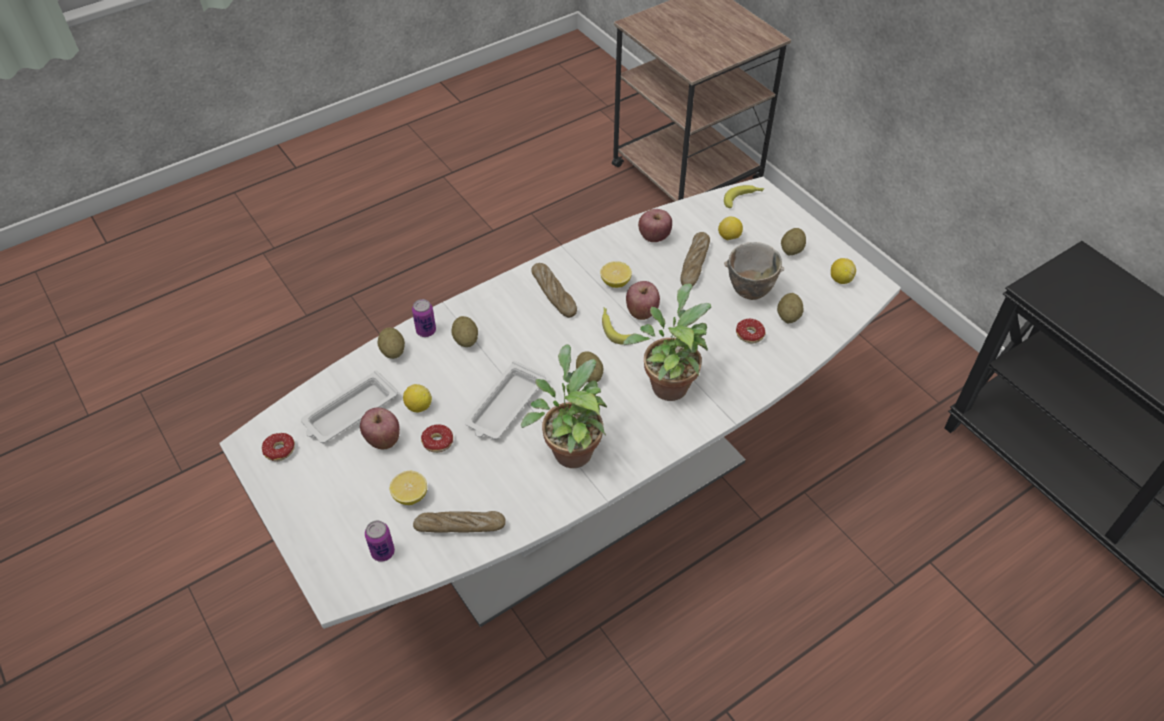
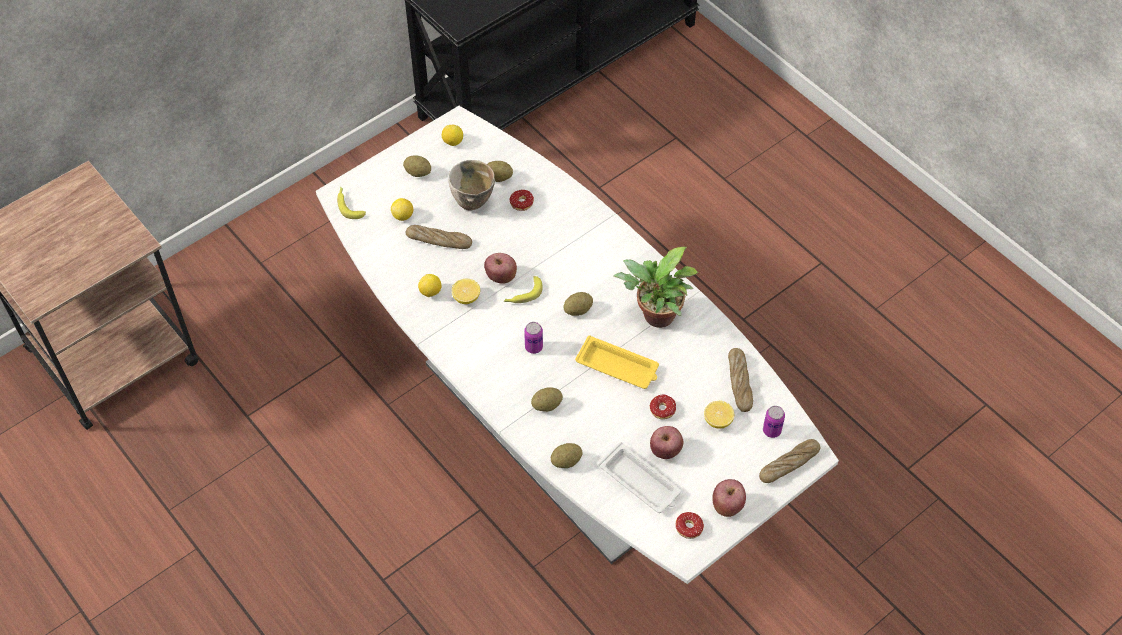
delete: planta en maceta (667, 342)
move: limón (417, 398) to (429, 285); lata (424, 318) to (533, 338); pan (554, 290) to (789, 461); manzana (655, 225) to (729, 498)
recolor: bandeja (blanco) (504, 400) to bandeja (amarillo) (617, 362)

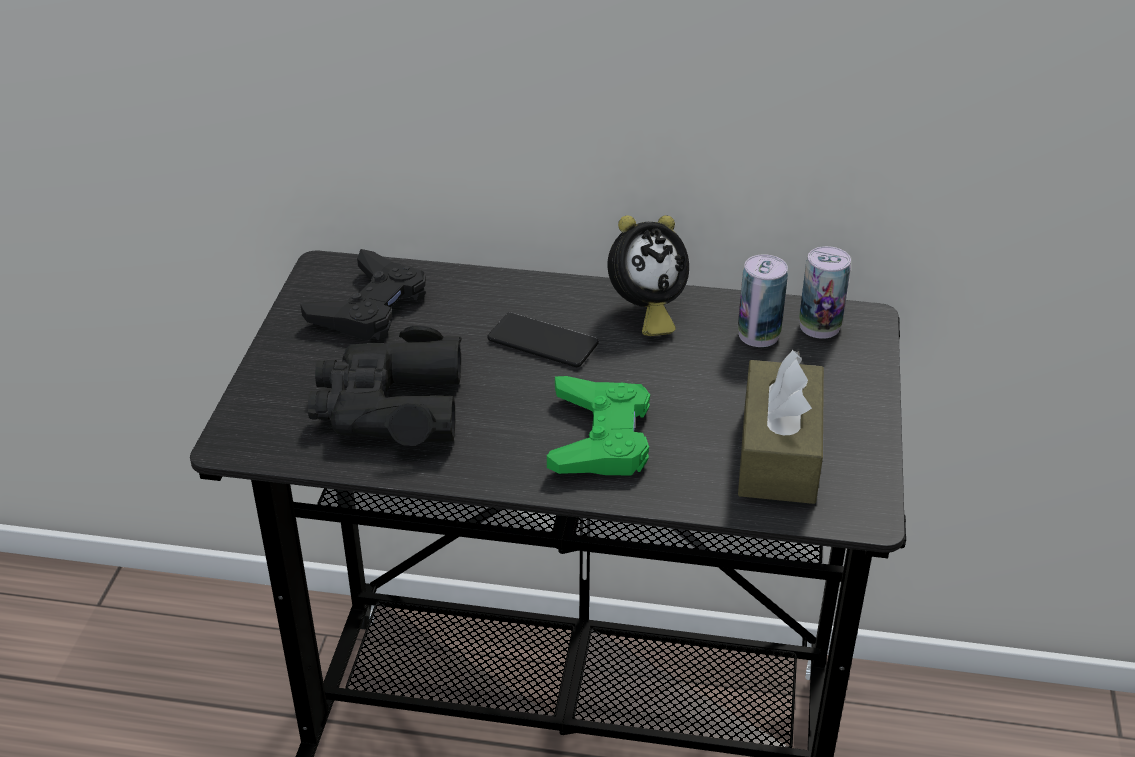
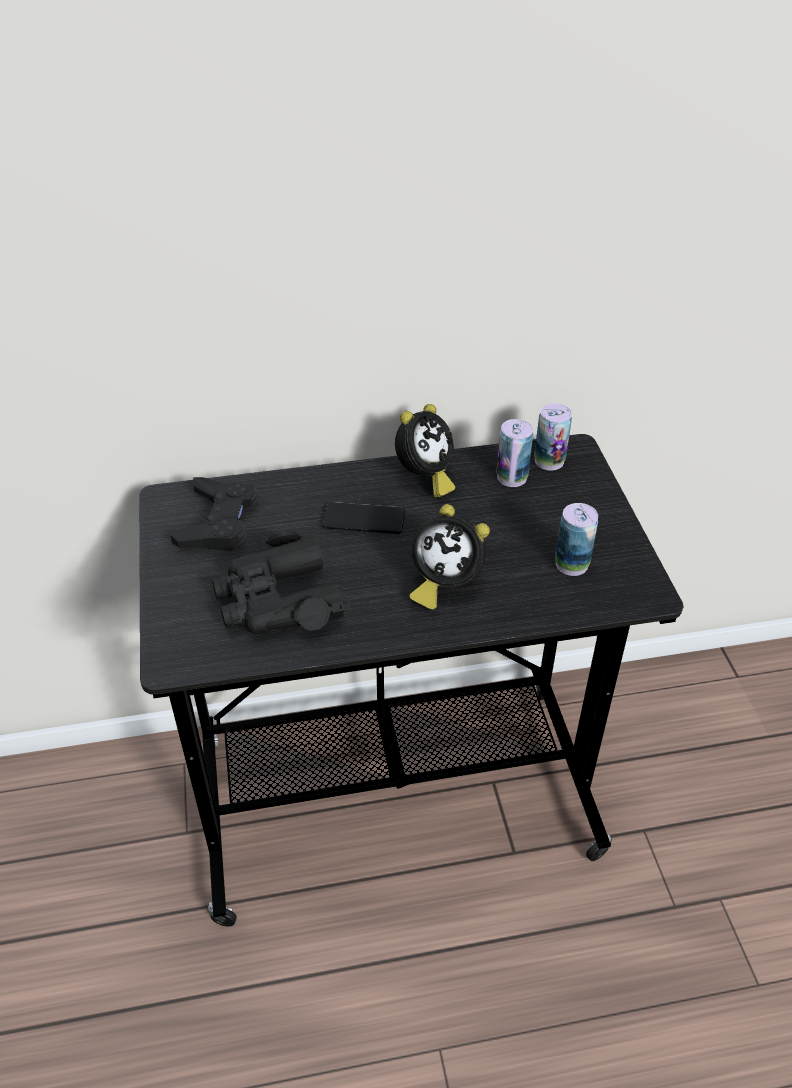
replace: mando de consola (verde) (598, 425) to despertador (449, 557); caja de pañuelos (marrón) (781, 427) to lata (576, 539)

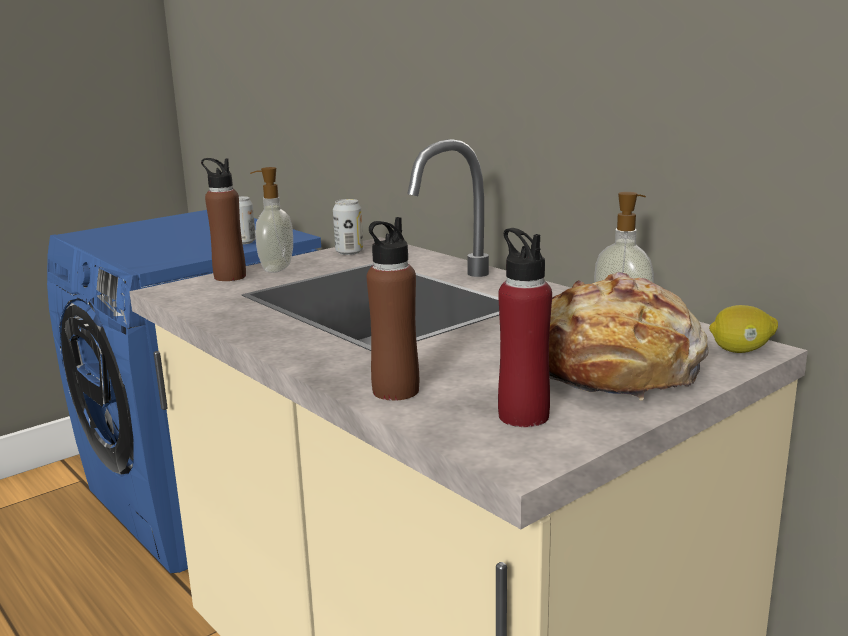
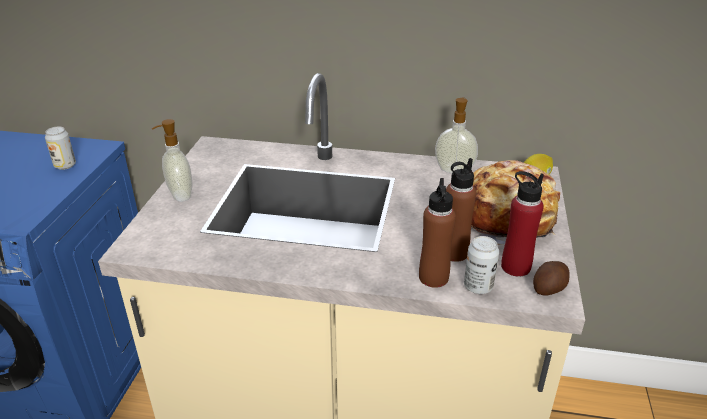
insert: patata (551, 278)
move: botella (marrón) (223, 219) to (461, 210); lata (348, 227) to (481, 265)

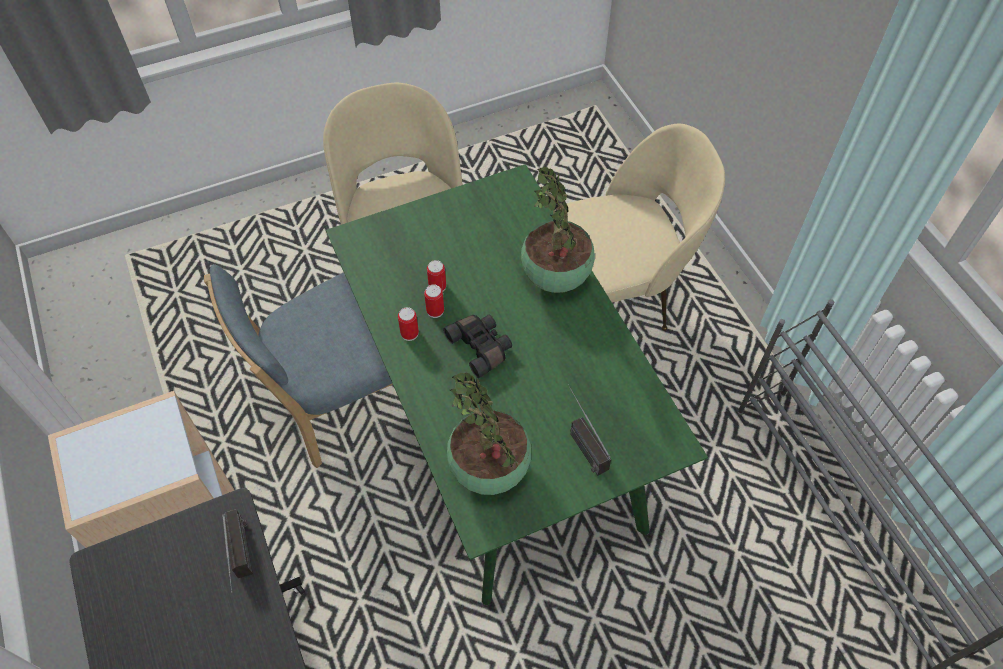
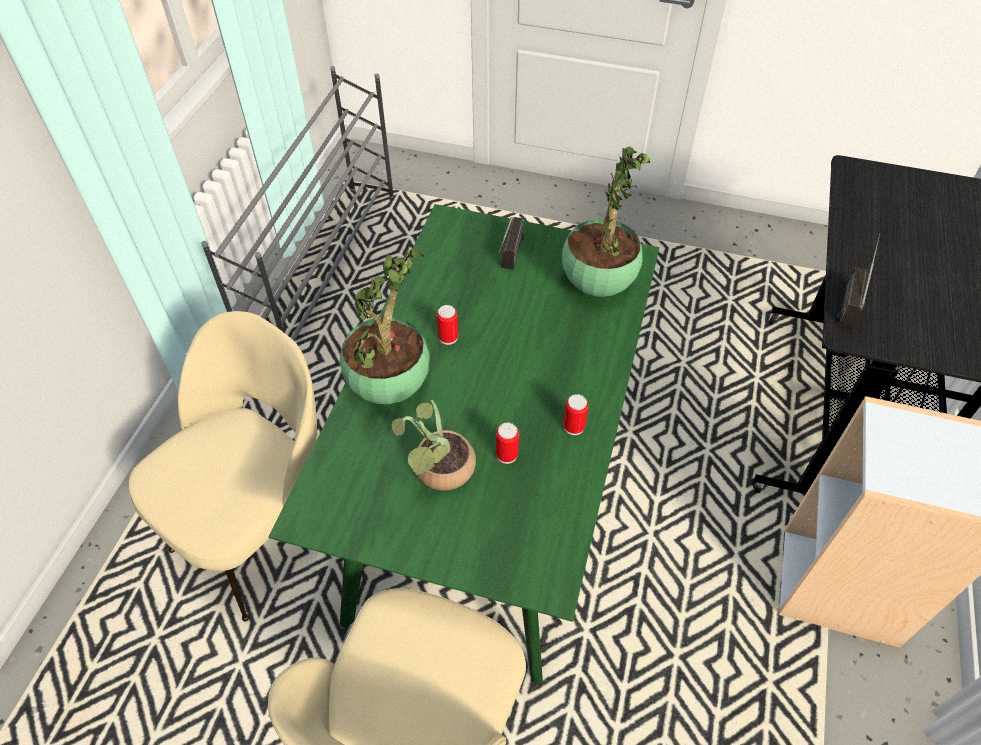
delete: silla (azul) (298, 366); prismáticos (negro) (477, 346)
insert: planta en maceta (433, 445)
move: lata (434, 301) to (447, 325)
rotate: silla (beis) (643, 227) = (223, 466) 105 degrees clockwise

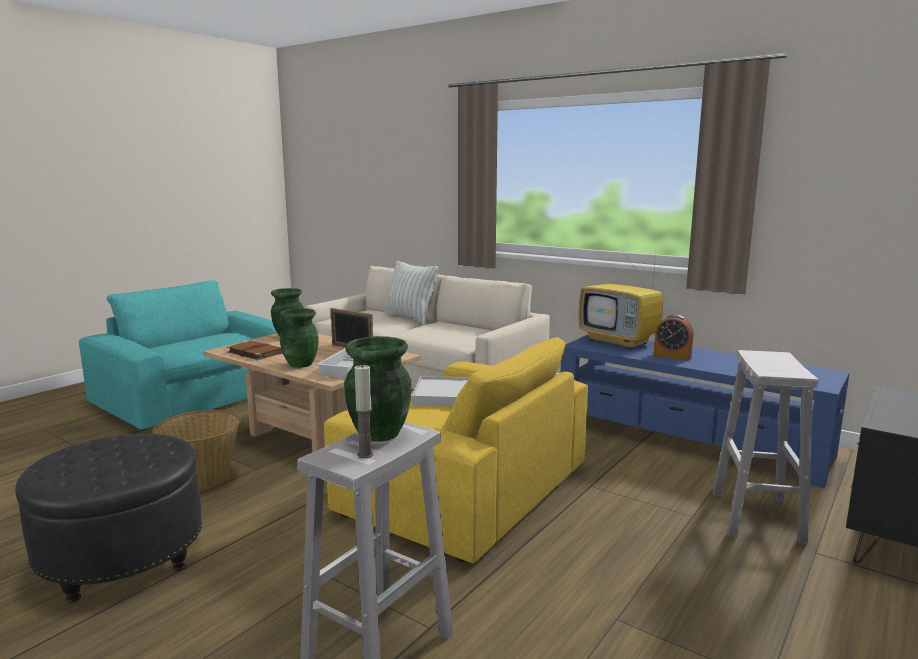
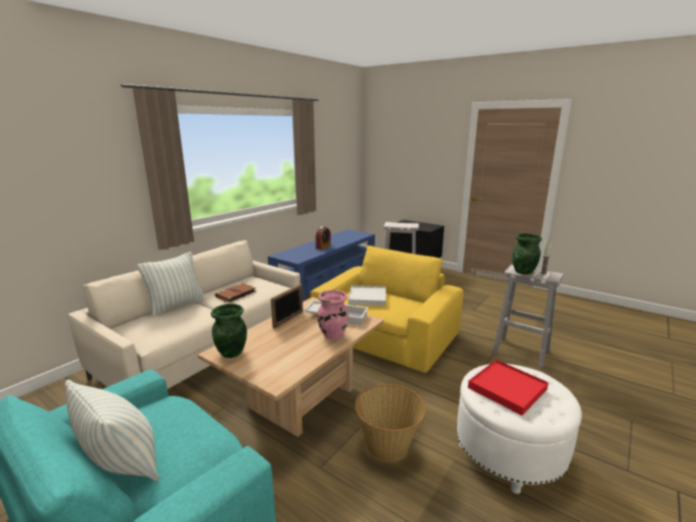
delete: televisor (621, 300)
insert: cojín (112, 430); bandeja (rojo) (508, 387)
move: libro (marrón) (255, 351) to (236, 293)
recolor: puf (negro) (108, 518) to puf (blanco) (519, 429); florero (verde) (299, 338) to florero (rosa) (333, 315)

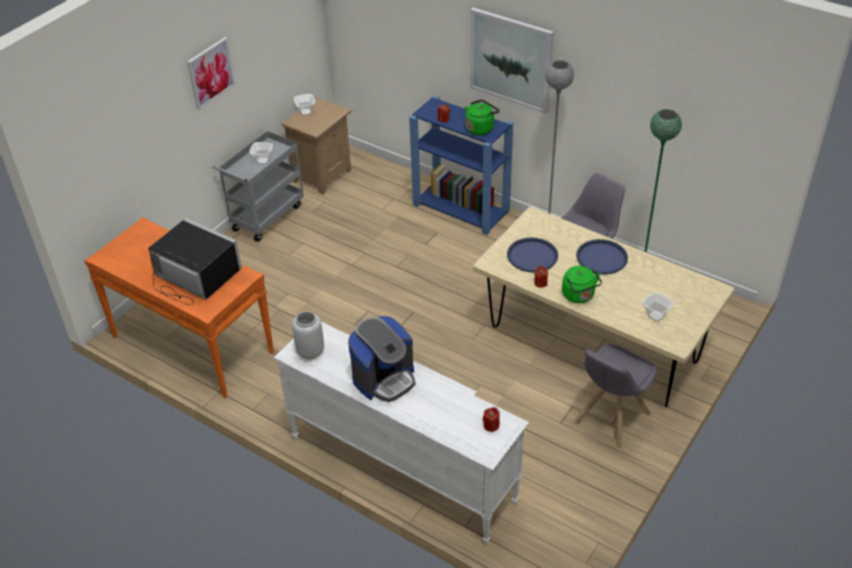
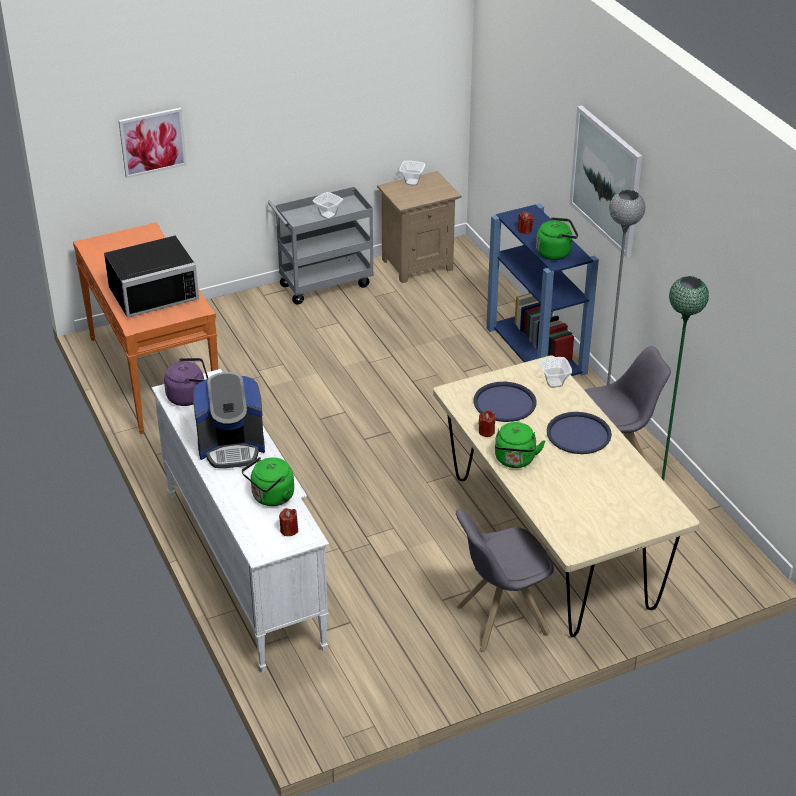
insert: hervidor (verde) (268, 481)
move: cuadro (211, 73) to (152, 143); cuenco (658, 307) to (556, 372)
replace: florero (gris) (308, 335) to hervidor (morado) (186, 382)
rotate: microondas (negro) (195, 261) = (151, 276) 90 degrees clockwise

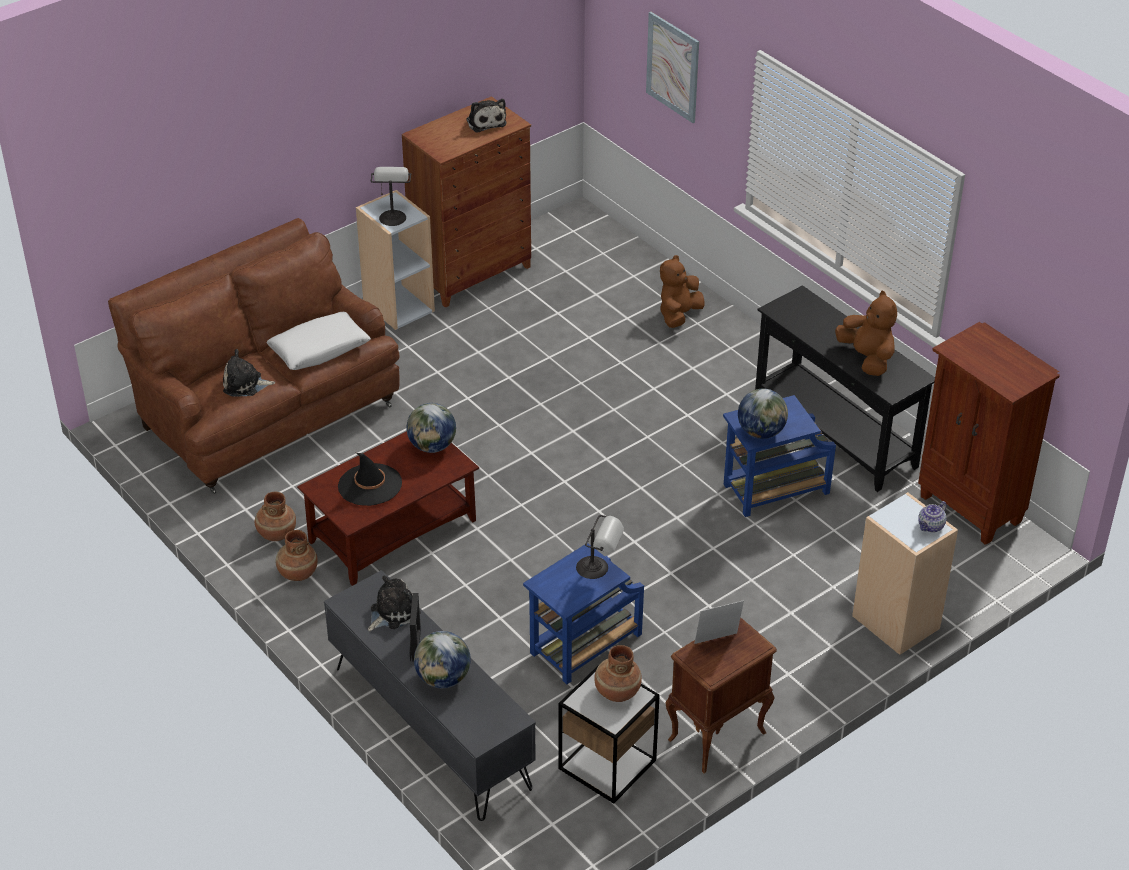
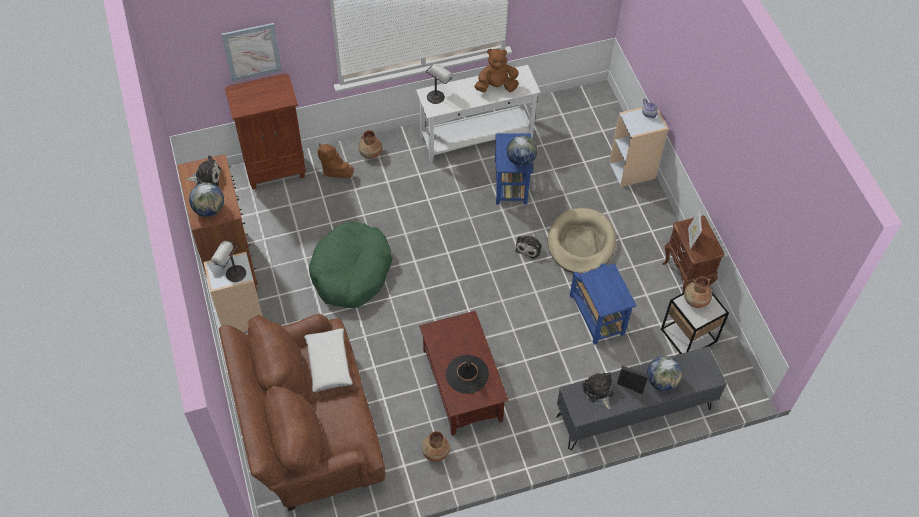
insert: cama para perro (verde) (350, 265); cama para perro (beis) (582, 240)
move: peluche (249, 373) to (528, 245); florero (marrón) (296, 555) to (370, 144); globo terráqueo (431, 428) to (206, 200); lámpara de mesa (600, 547) to (439, 84); armario (marrón) (989, 433) to (265, 131)
recolor: mesa consola (negro) (845, 388) to mesa consola (blanco) (478, 114)

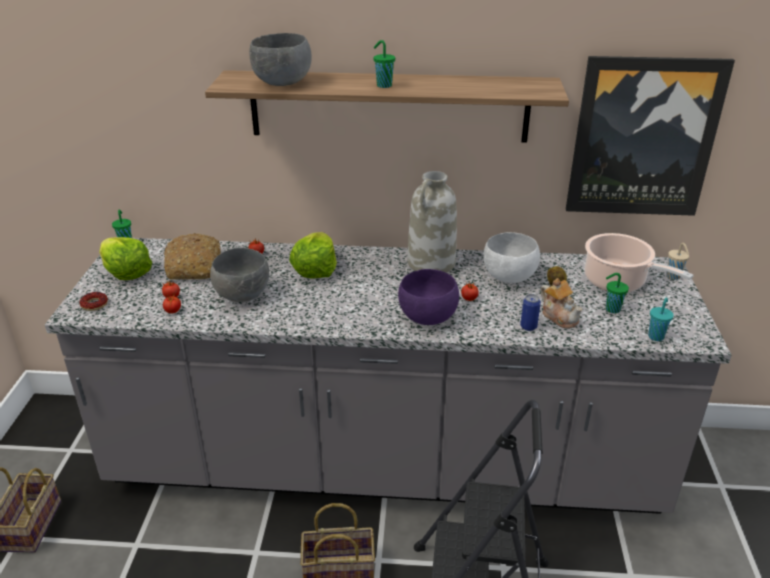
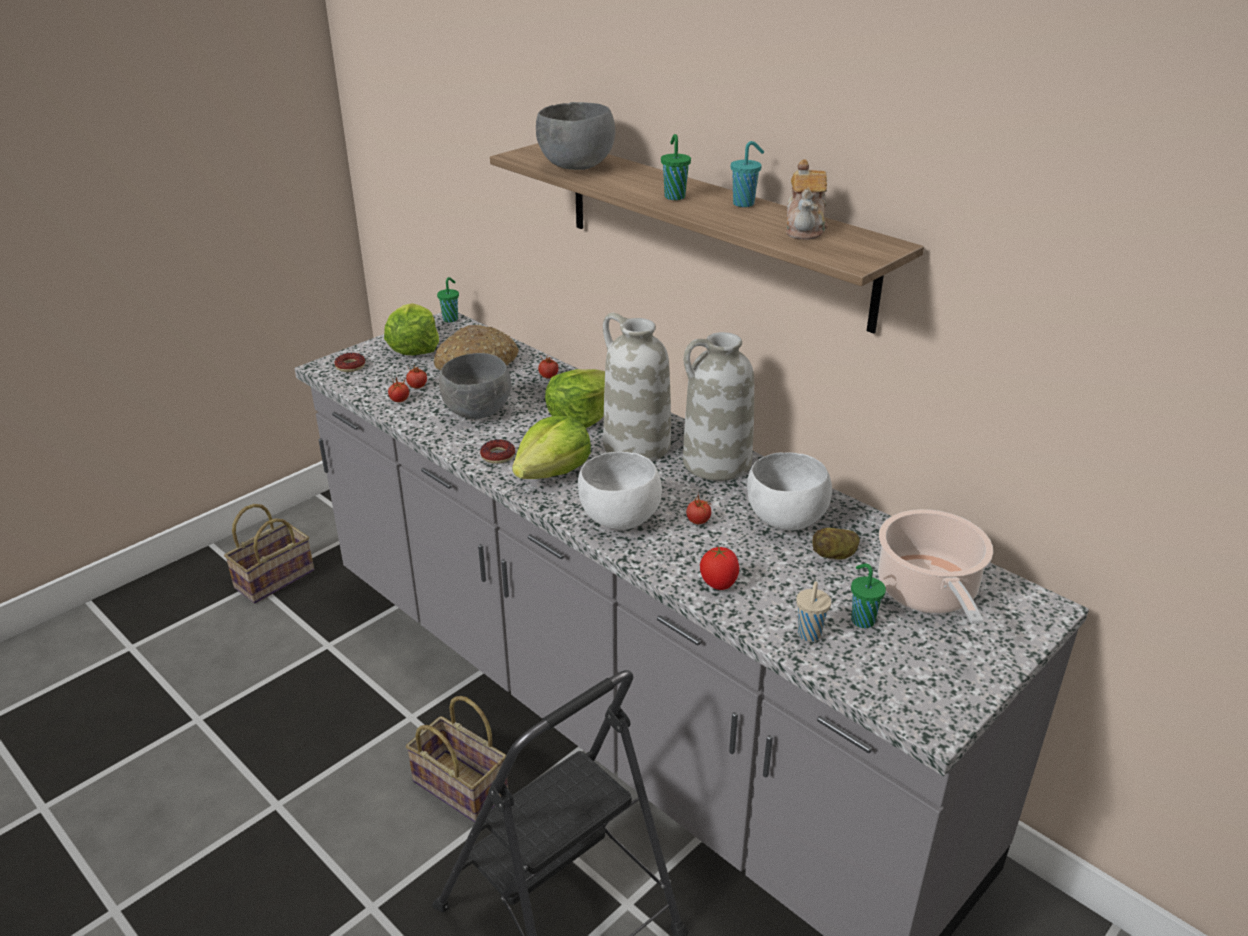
delete: cuadro (650, 136)
insert: rosquilla (497, 451); lechuga (551, 447); florero (blanco) (637, 387)
move: tetera (561, 303) to (806, 199); taza (turquesa) (661, 319) to (747, 174); taza (beis) (677, 261) to (813, 611)
replace: lata (530, 312) to tomate (719, 568)
recolor: cuenco (morado) (428, 297) to cuenco (blanco) (620, 491)

